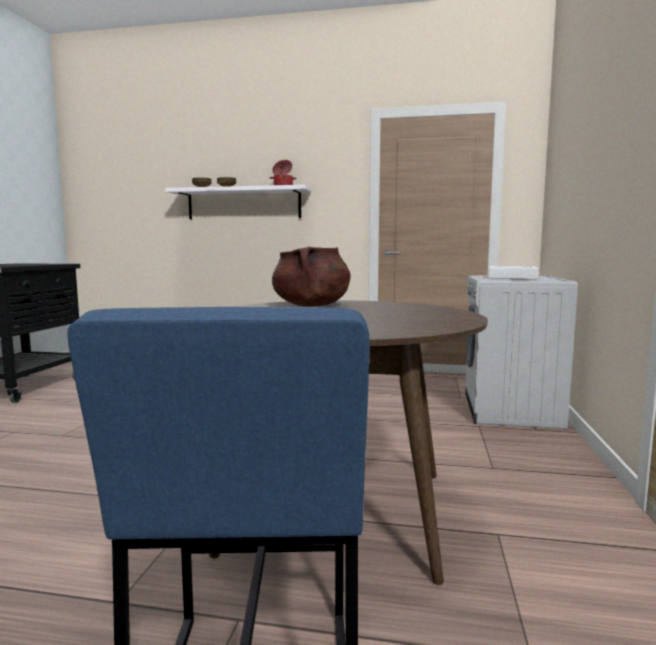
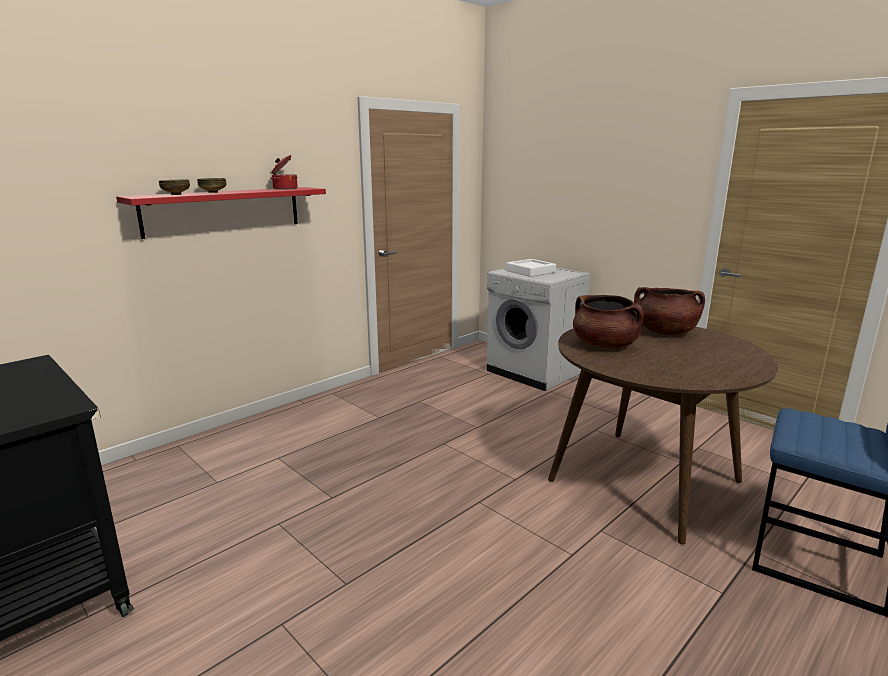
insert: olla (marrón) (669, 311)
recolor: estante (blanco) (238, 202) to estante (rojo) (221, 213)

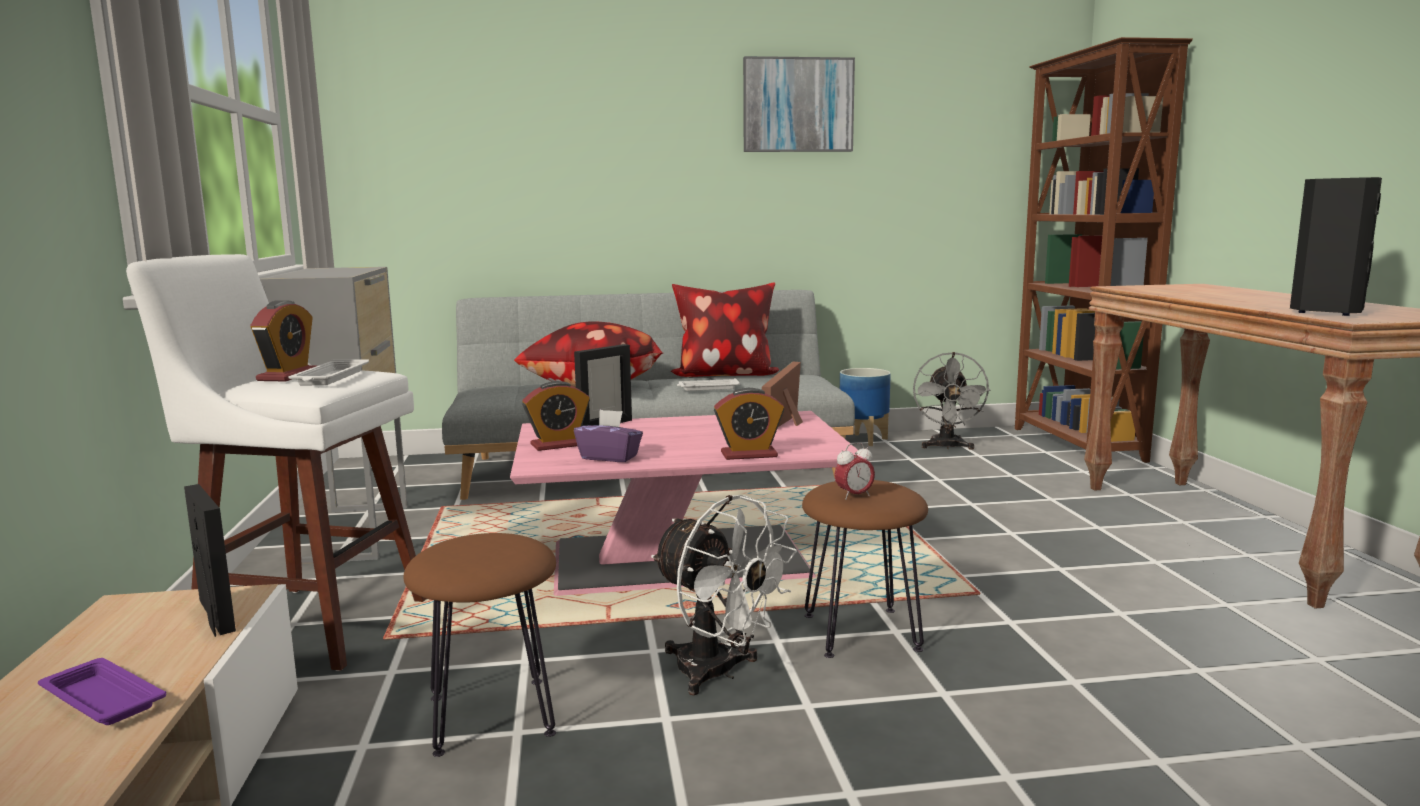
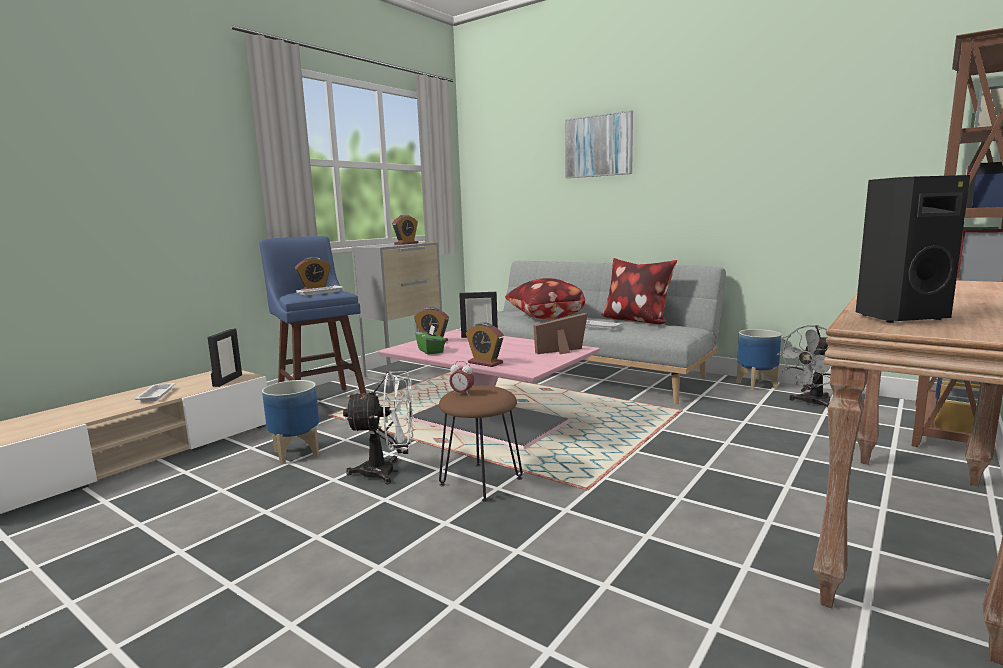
insert: despertador (405, 230)
move: cuadro (799, 104) to (599, 144)
replace: taburete (marrón) (479, 645) to maceta (290, 422)
recolor: bandeja (morado) (102, 691) to bandeja (blanco) (154, 392); taburete (blanco) (276, 462) to taburete (azul) (313, 315); caja de pañuelos (morado) (608, 436) to caja de pañuelos (verde) (431, 340)
rotate: ventilador (blanco) (724, 595) = (378, 427) 90 degrees counterclockwise

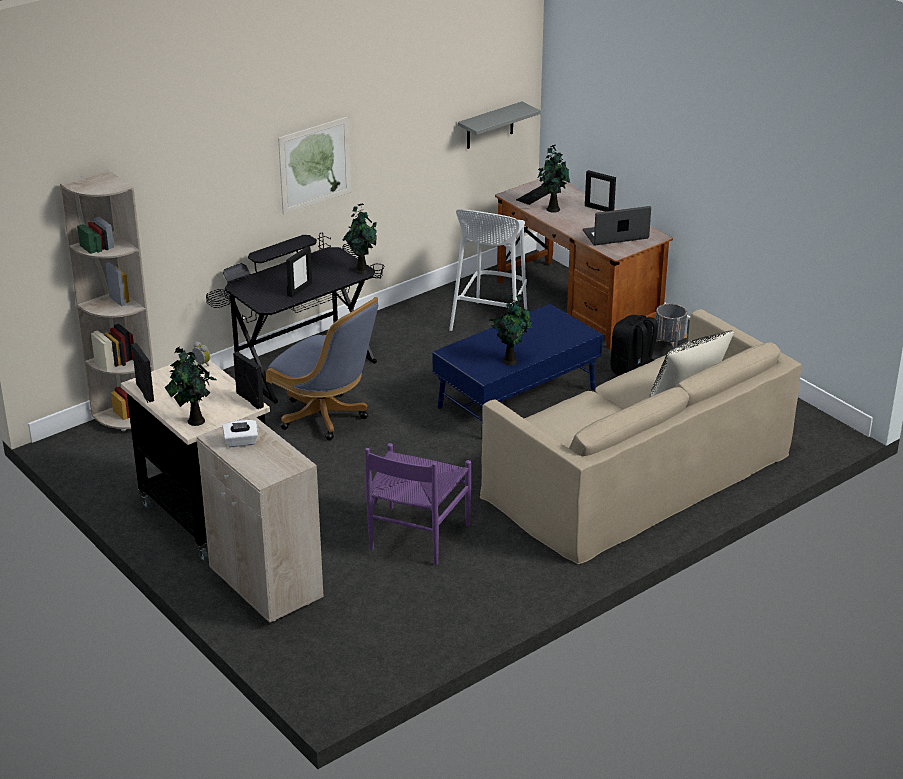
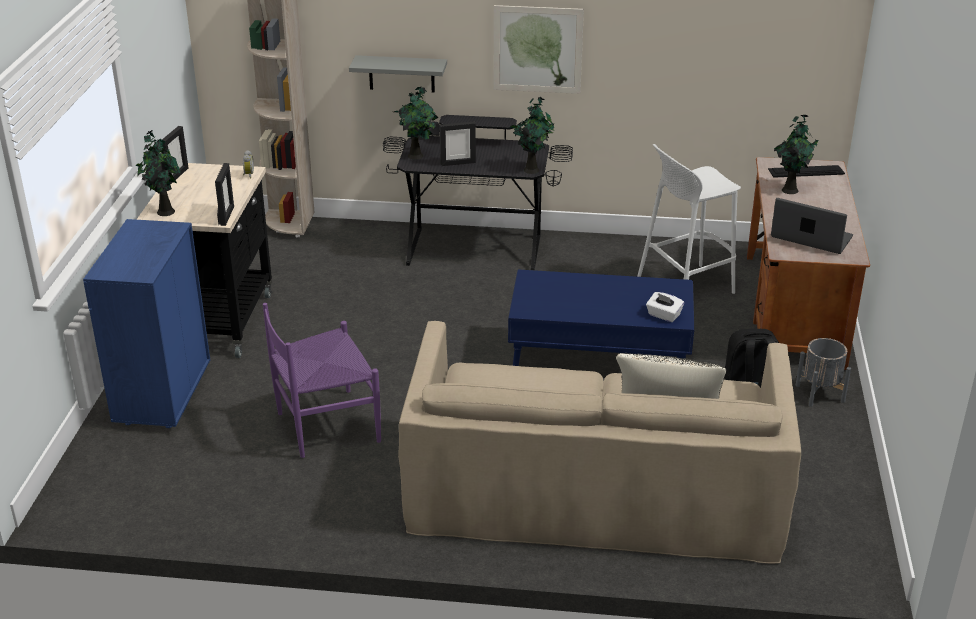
delete: silla de oficina (azul) (322, 369); portarretratos (600, 191)
move: caja de pañuelos (blanco) (240, 433) to (665, 307); estante (gris) (499, 125) to (398, 74); planta en maceta (511, 329) to (416, 123)
recolor: armario (beis) (260, 518) to armario (azul) (146, 323)

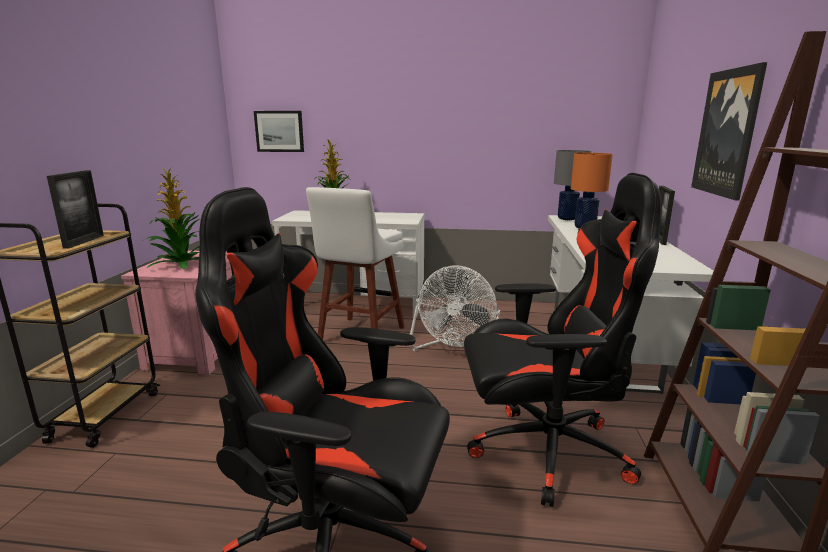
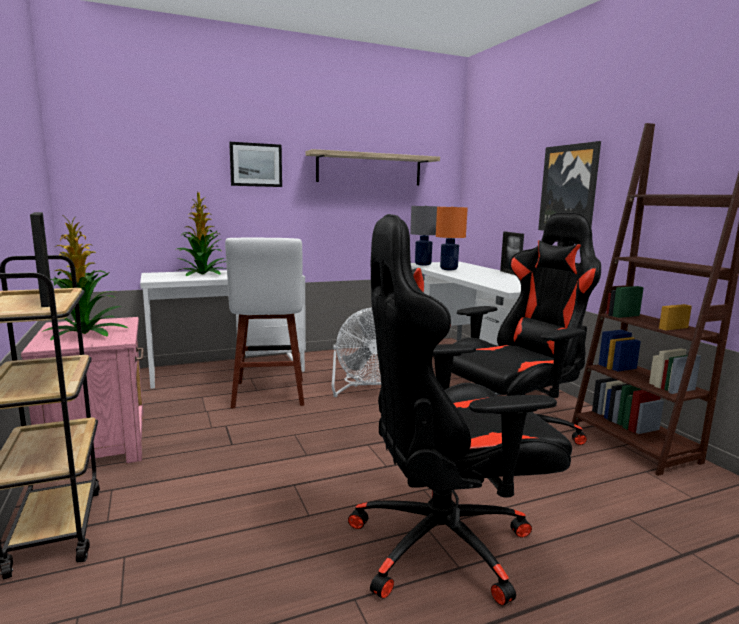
insert: estante (372, 167)
move: cuadro (279, 131) to (255, 164)

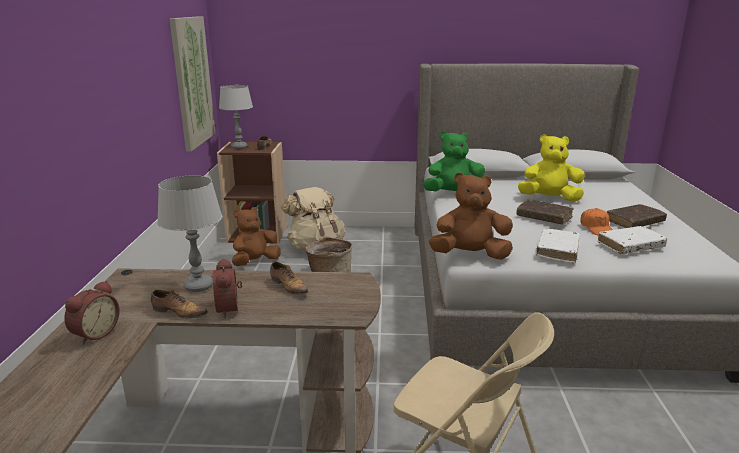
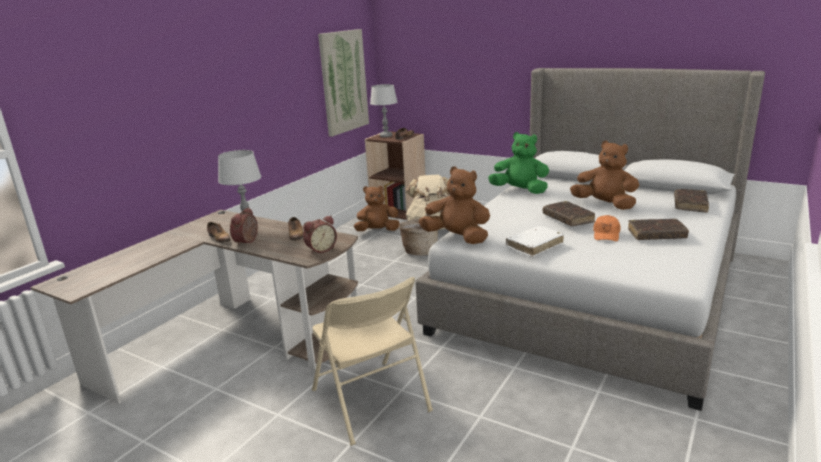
delete: libro (blanco) (632, 240)
insert: libro (marrón) (691, 201)
move: despertador (92, 313) to (320, 235)
recolor: peluche (amarillo) (551, 168) to peluche (marrón) (604, 175)

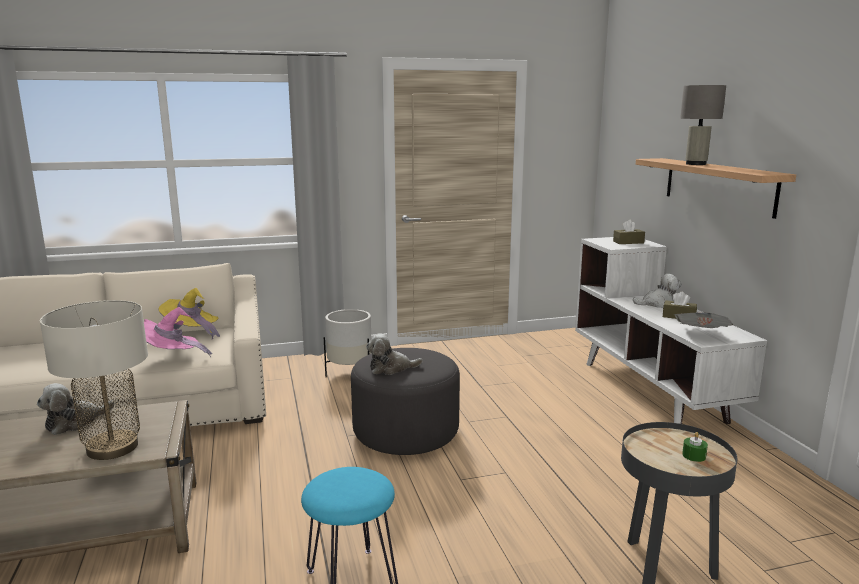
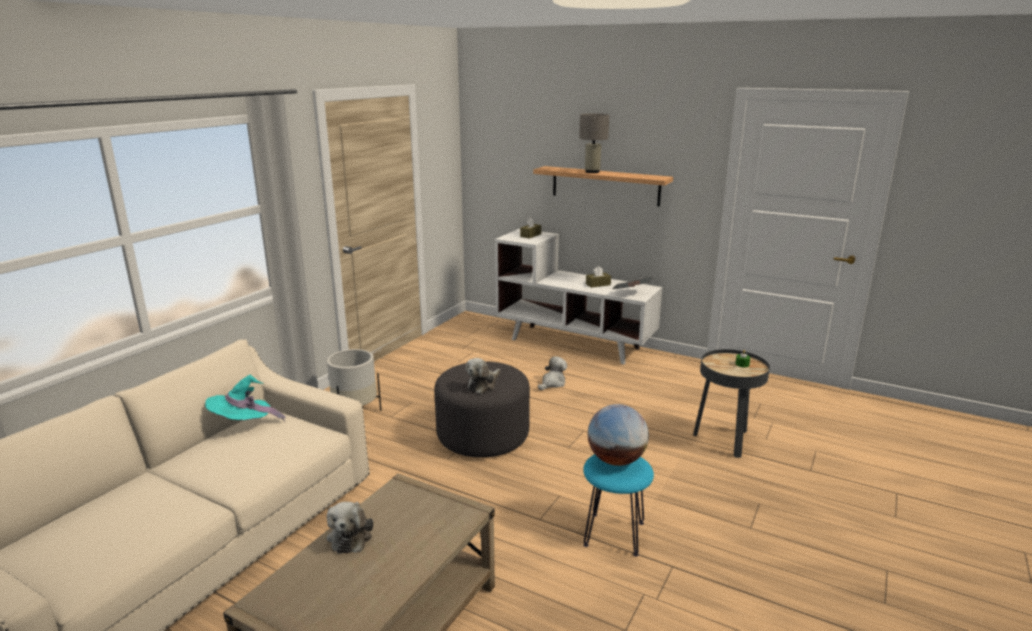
delete: lámpara de mesa (94, 380); sombrero (rosa) (178, 332)
insert: globo terráqueo (618, 435)
move: peluche (657, 291) to (552, 373)
recolor: sombrero (amarillo) (189, 313) to sombrero (turquesa) (245, 398)

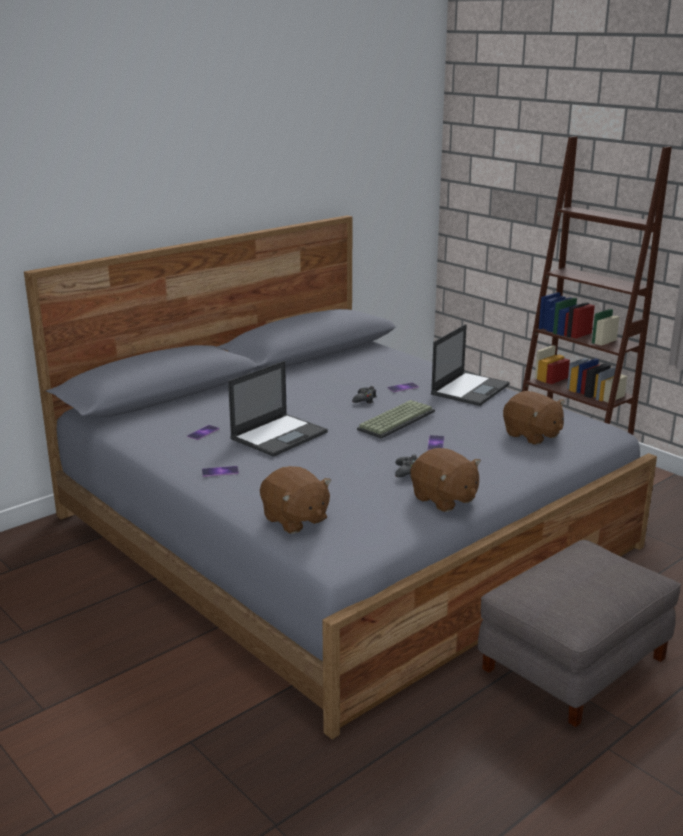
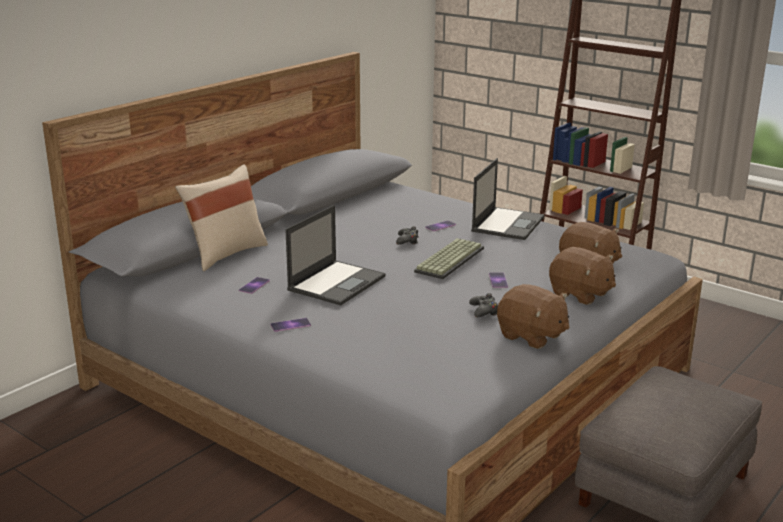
insert: cojín (beis) (221, 217)
move: peluche (marrón) (296, 500) to (582, 276)

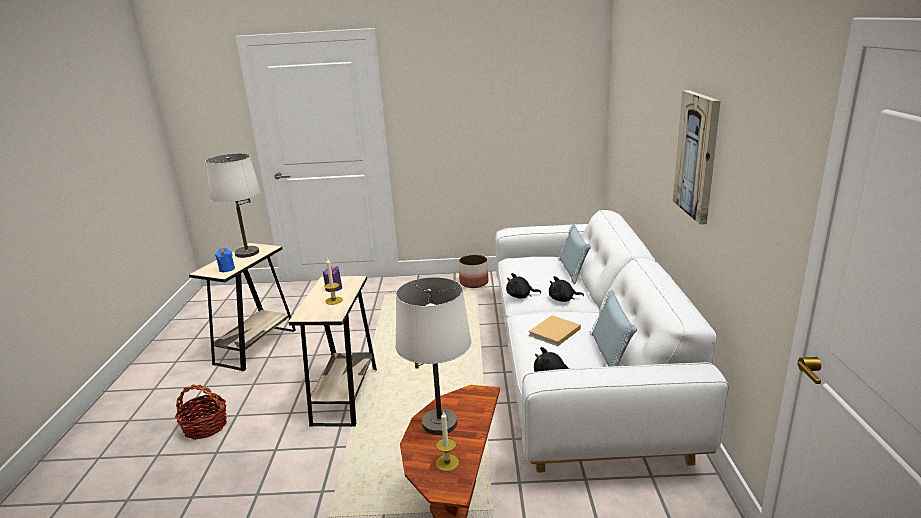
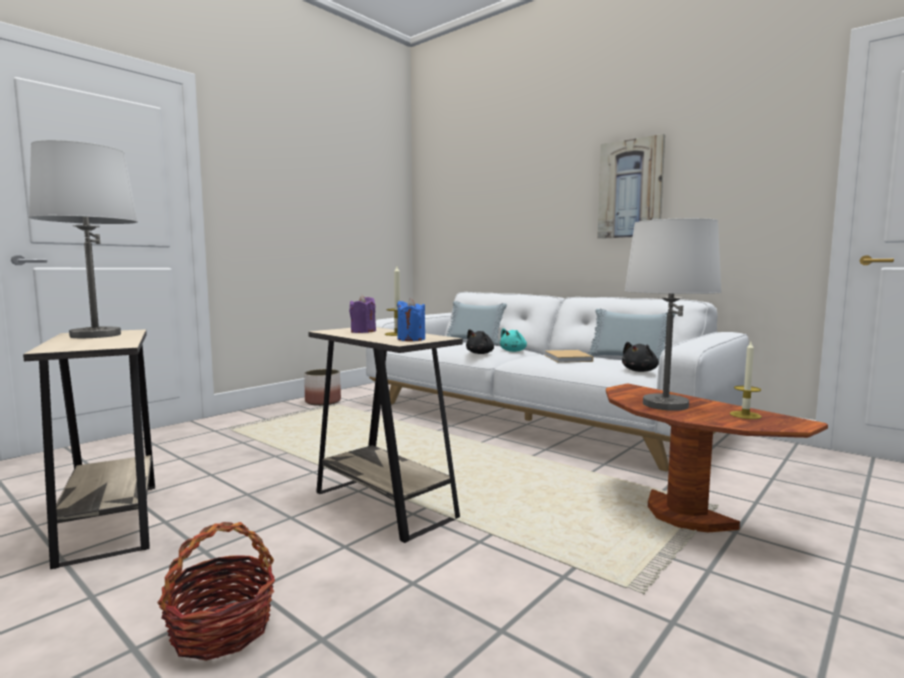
move: vela (azul) (225, 260) to (411, 319)
recolor: peluche (negro) (566, 289) to peluche (turquesa) (513, 340)

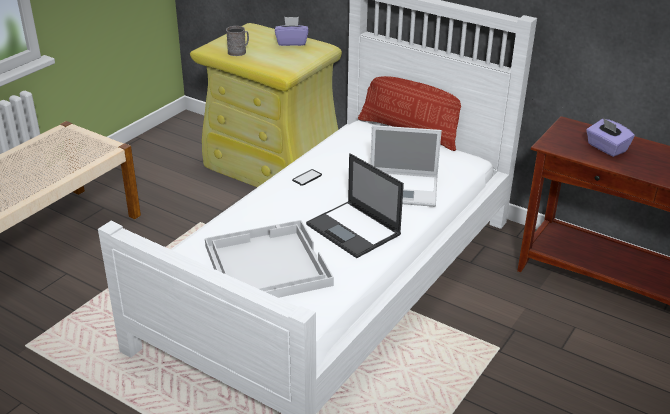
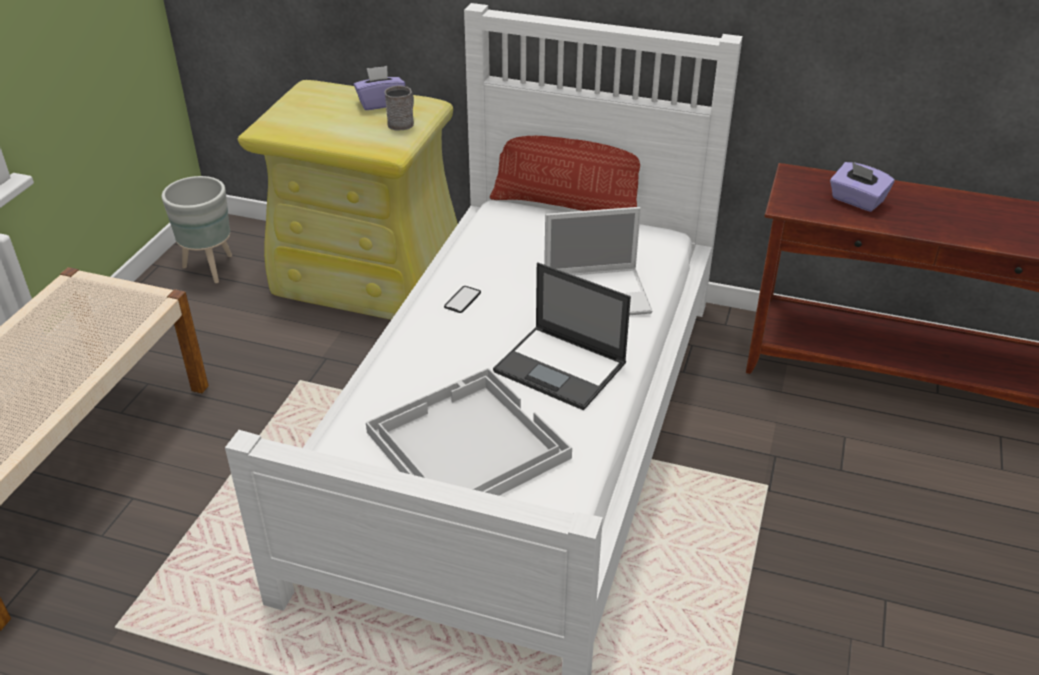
insert: maceta (gris) (197, 229)
move: taza grande (gris) (237, 41) to (399, 107)

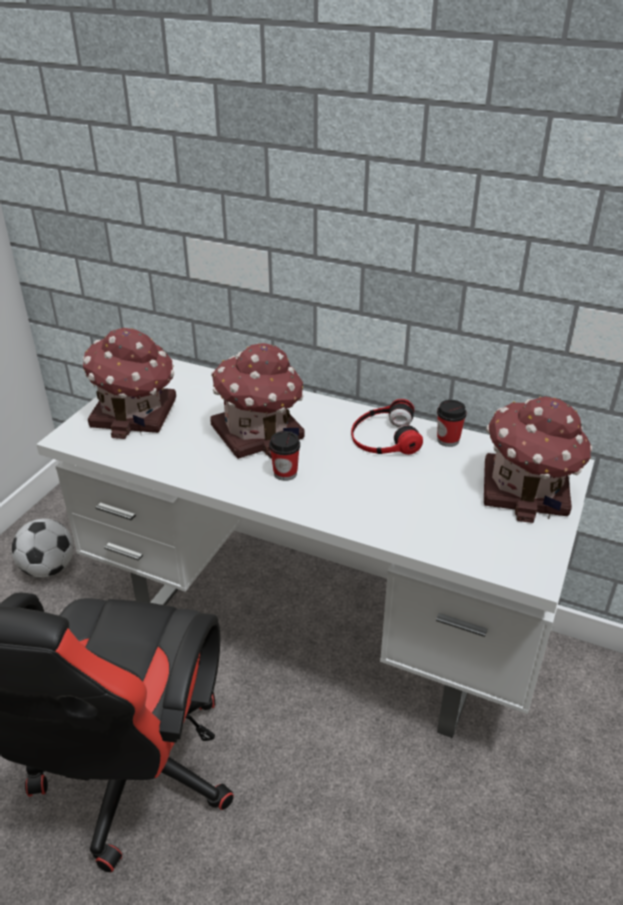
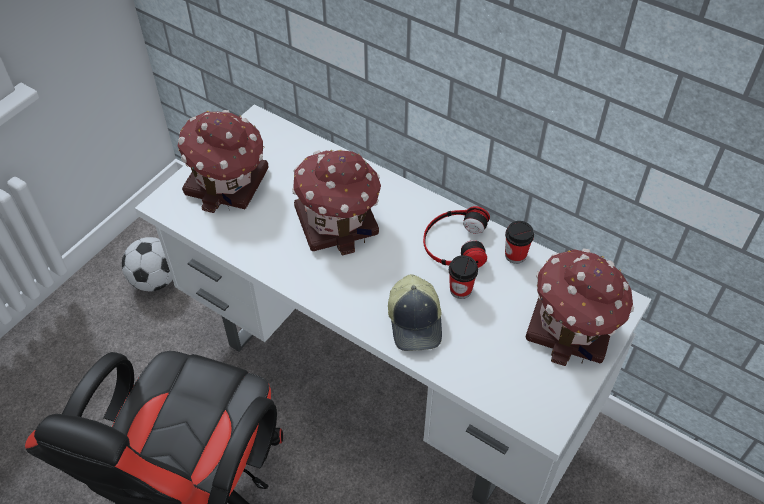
insert: gorra (415, 312)
move: taza (284, 456) to (463, 277)

